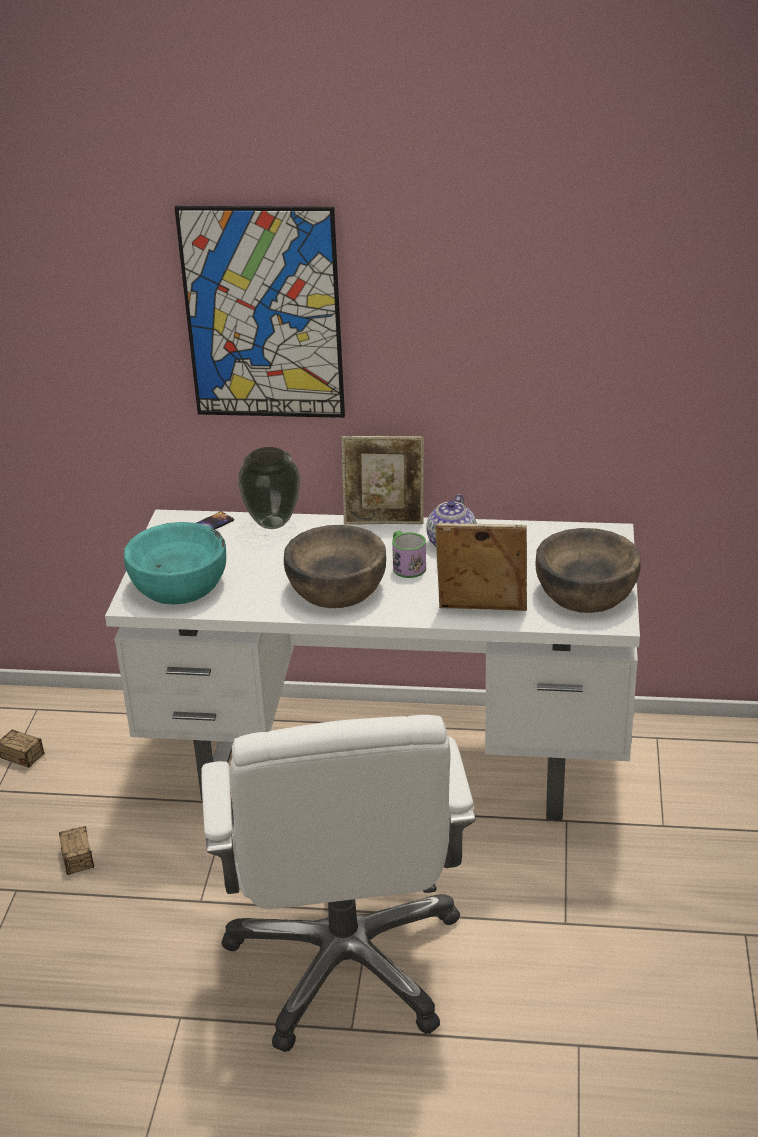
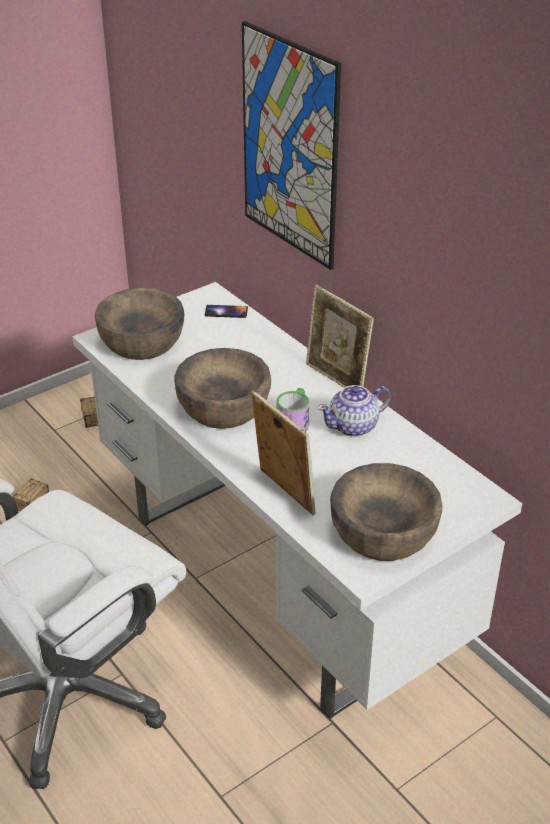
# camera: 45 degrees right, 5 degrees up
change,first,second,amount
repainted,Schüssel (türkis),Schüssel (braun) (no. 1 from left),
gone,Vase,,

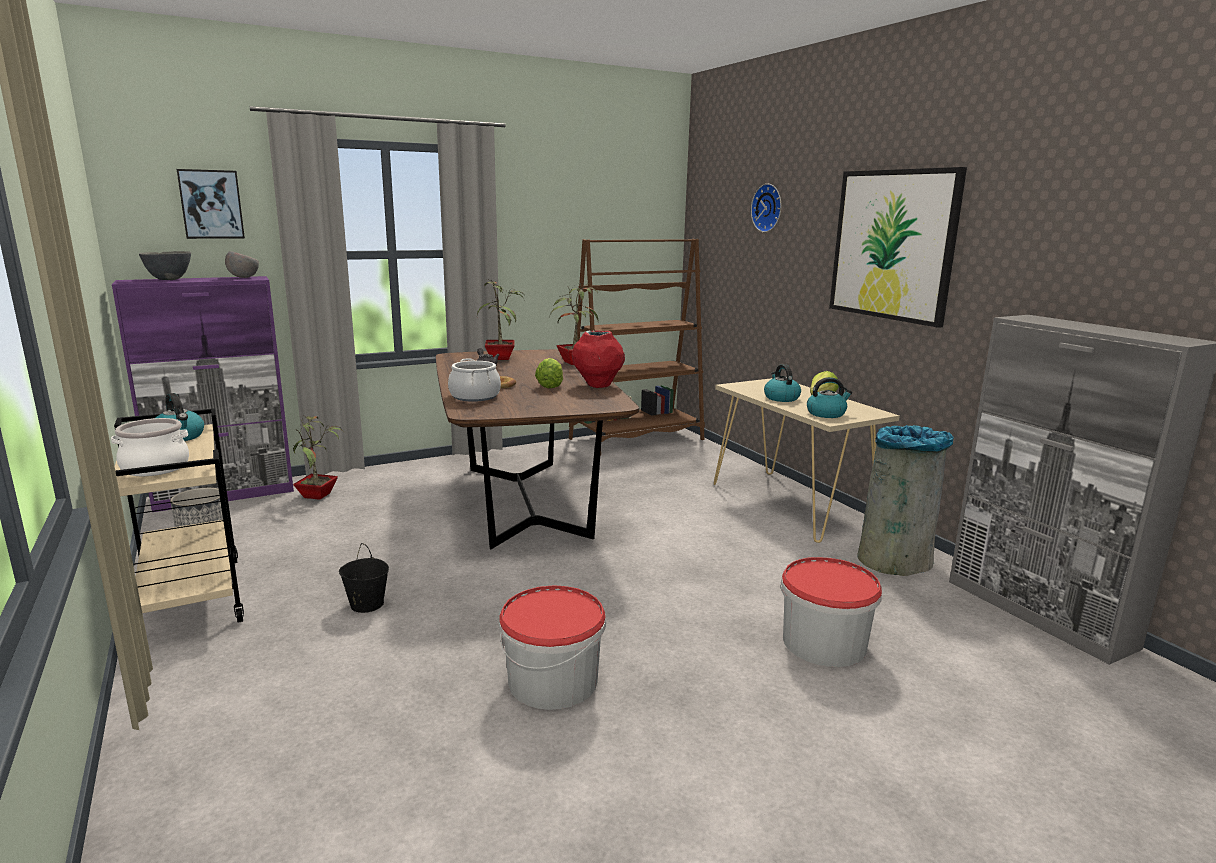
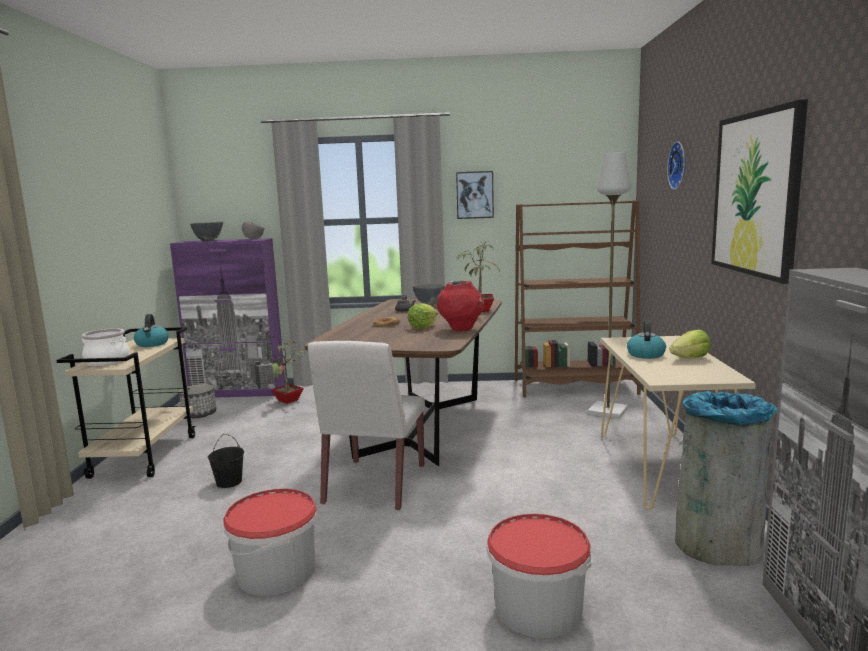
# camera: 30 degrees right, 5 degrees down
change,first,second,amount
new,,Stuhl (weiß),
swapped,Topfpflanze (no. 2 from left),Schüssel (grau) (no. 3 from left),
shifted,Bild (no. 1 from left),,
new,,Stehlampe (grau),
gone,Kochtopf (no. 2 from left),,
gone,Wasserkessel (no. 3 from left),,

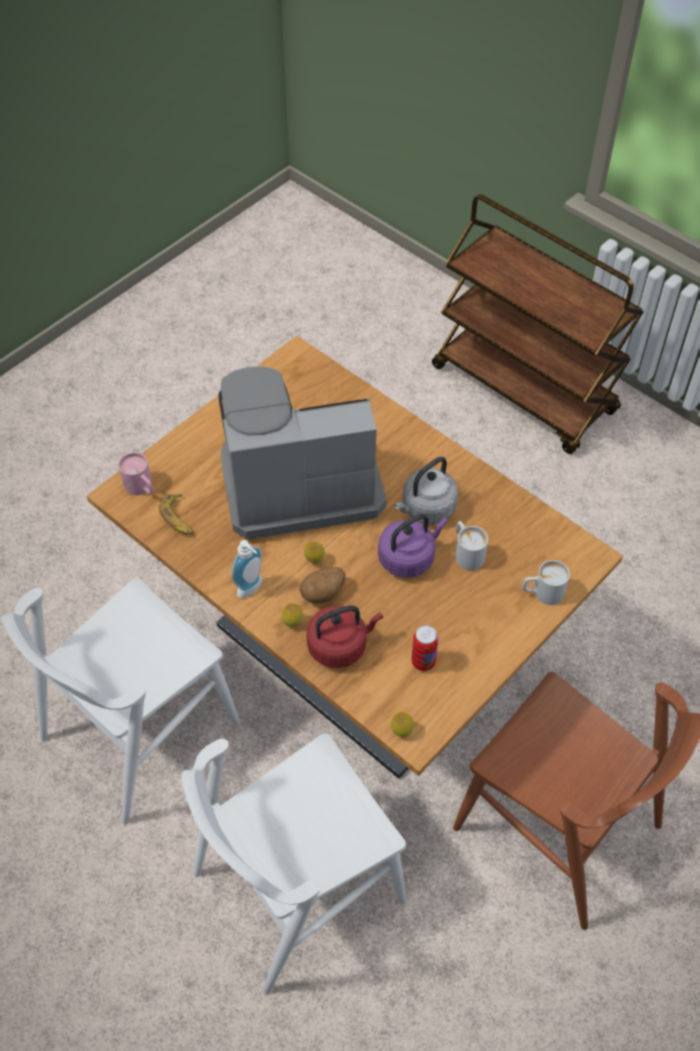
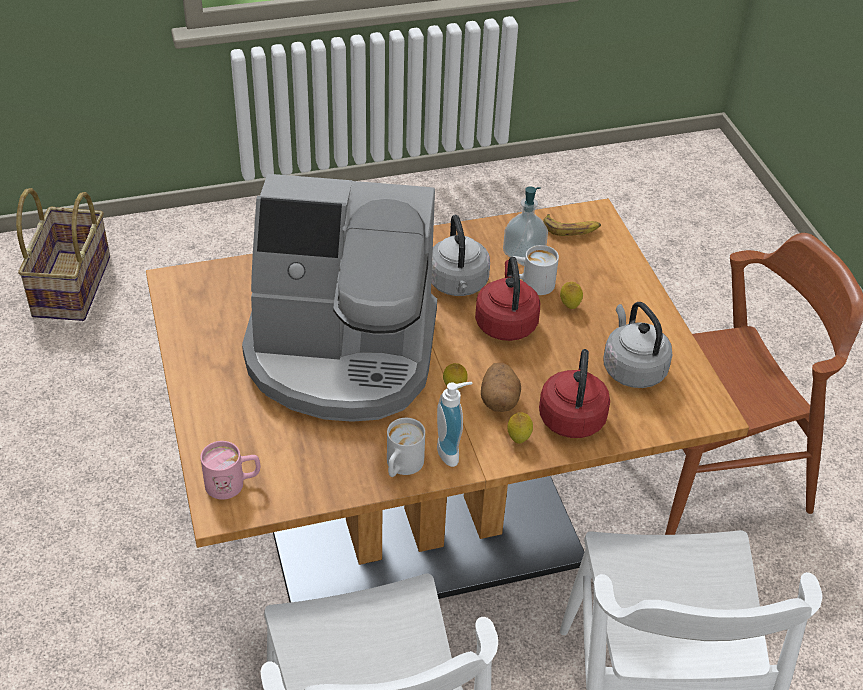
# camera: 60 degrees left, 10 degrees down
change,first,second,amount
new,,Korb,
rotated,Kaffeemaschine,,105 degrees counterclockwise
shifted,Henkelbecher (weiß) (no. 2 from left in the first image),Henkelbecher (weiß) (no. 1 from left),
repainted,Wasserkessel (lila),Wasserkessel (rot) (no. 1 from left),
new,,Seifenspender (no. 2 from left),
shifted,Banane,,
shifted,Zitrone (no. 3 from left),,
swapped,Dose,Wasserkessel (grau) (no. 2 from left),
gone,Rollwagen (braun),,

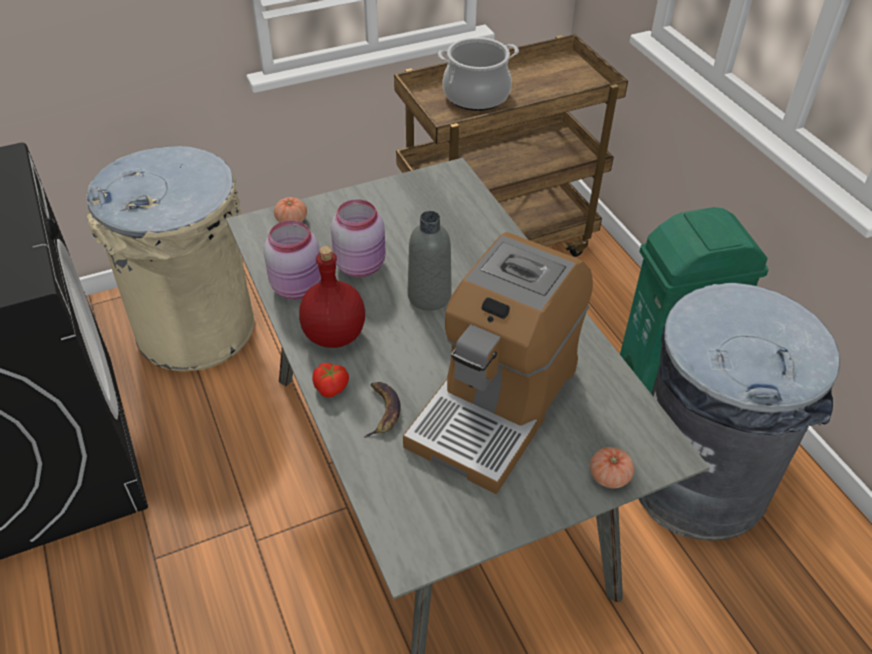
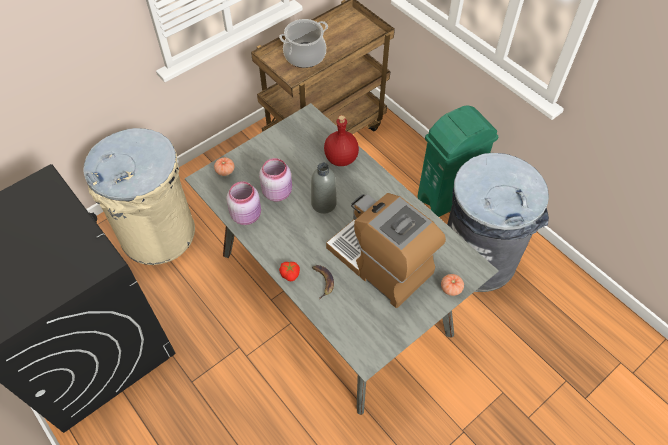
# camera: 15 degrees left, 10 degrees up
change,first,second,amount
shifted,Flasche (rot),,
rotated,Kaffeemaschine,,120 degrees clockwise

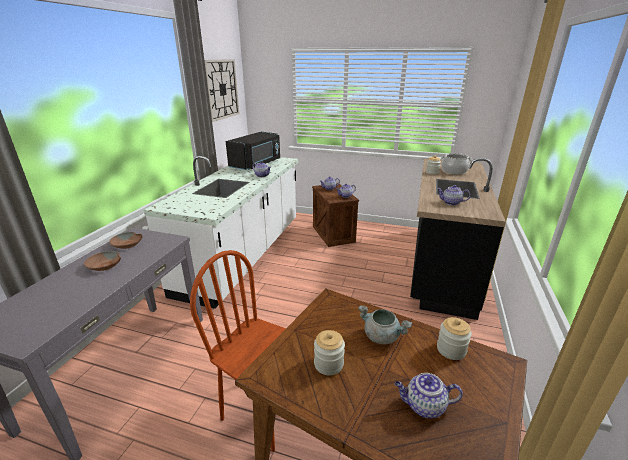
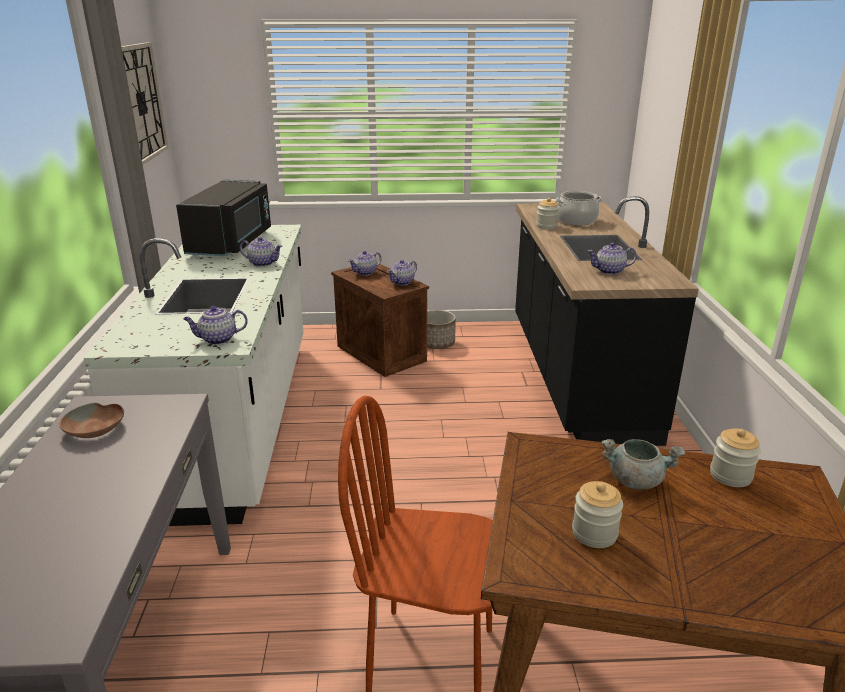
# camera: 20 degrees left, 0 degrees up
change,first,second,amount
shifted,Teekanne (no. 4 from left in the first image),Teekanne (no. 1 from left),
new,,Pflanzkübel,
gone,Schüssel (braun) (no. 1 from left),,

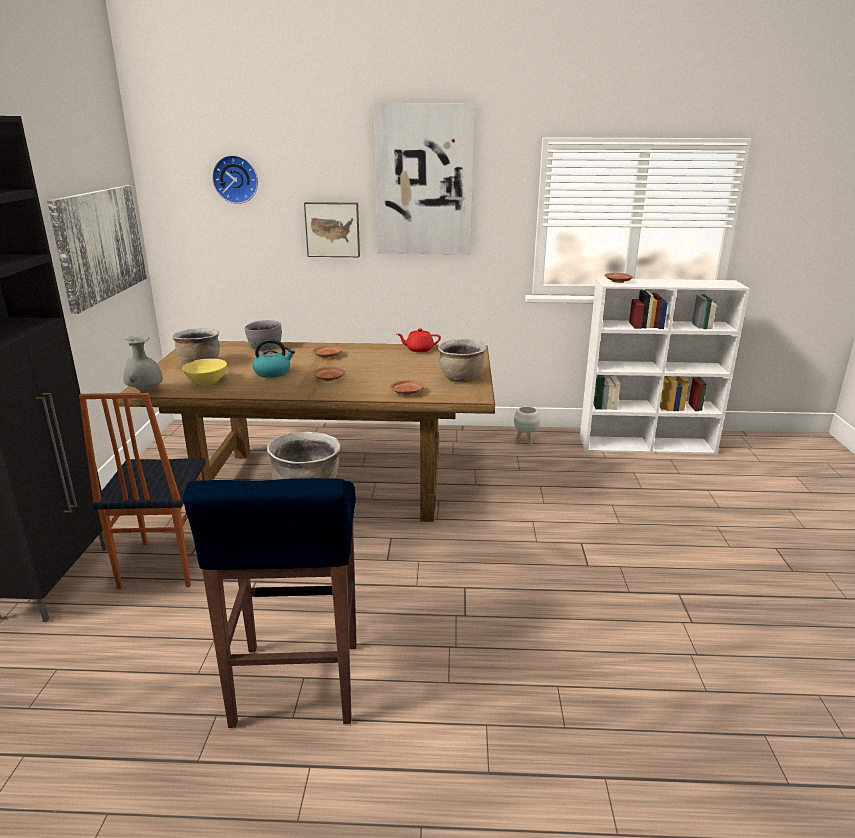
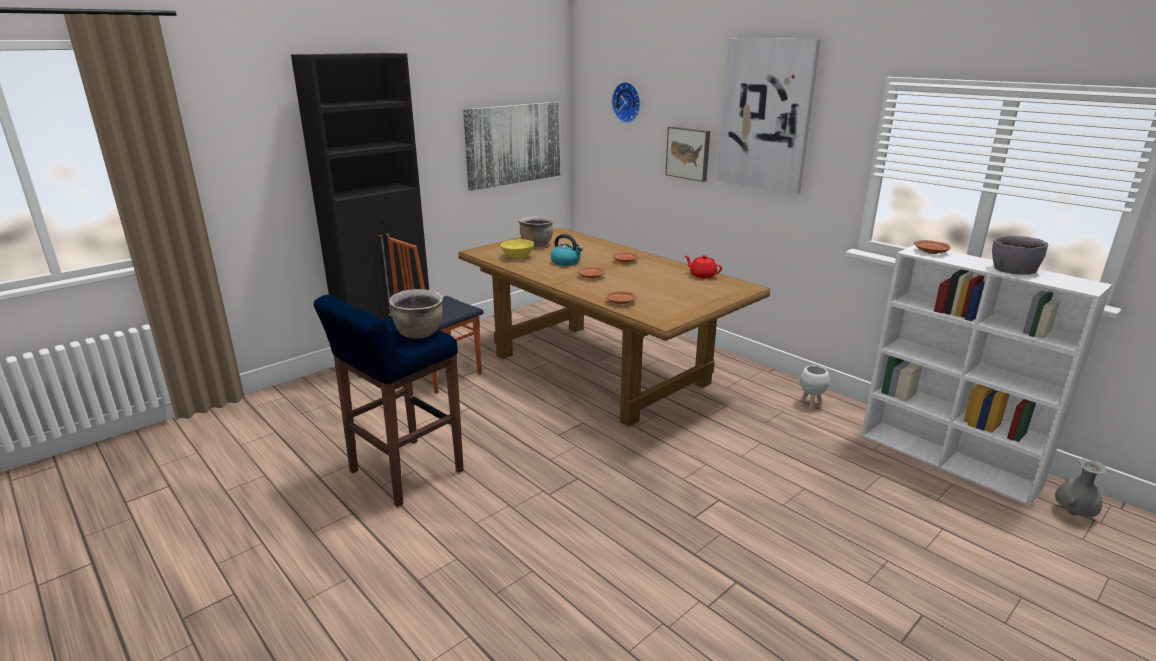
# camera: 45 degrees right, 0 degrees up
change,first,second,amount
shifted,Schüssel (grau),,
shifted,Vase (grau),,
gone,Kochtopf (braun) (no. 3 from left),,

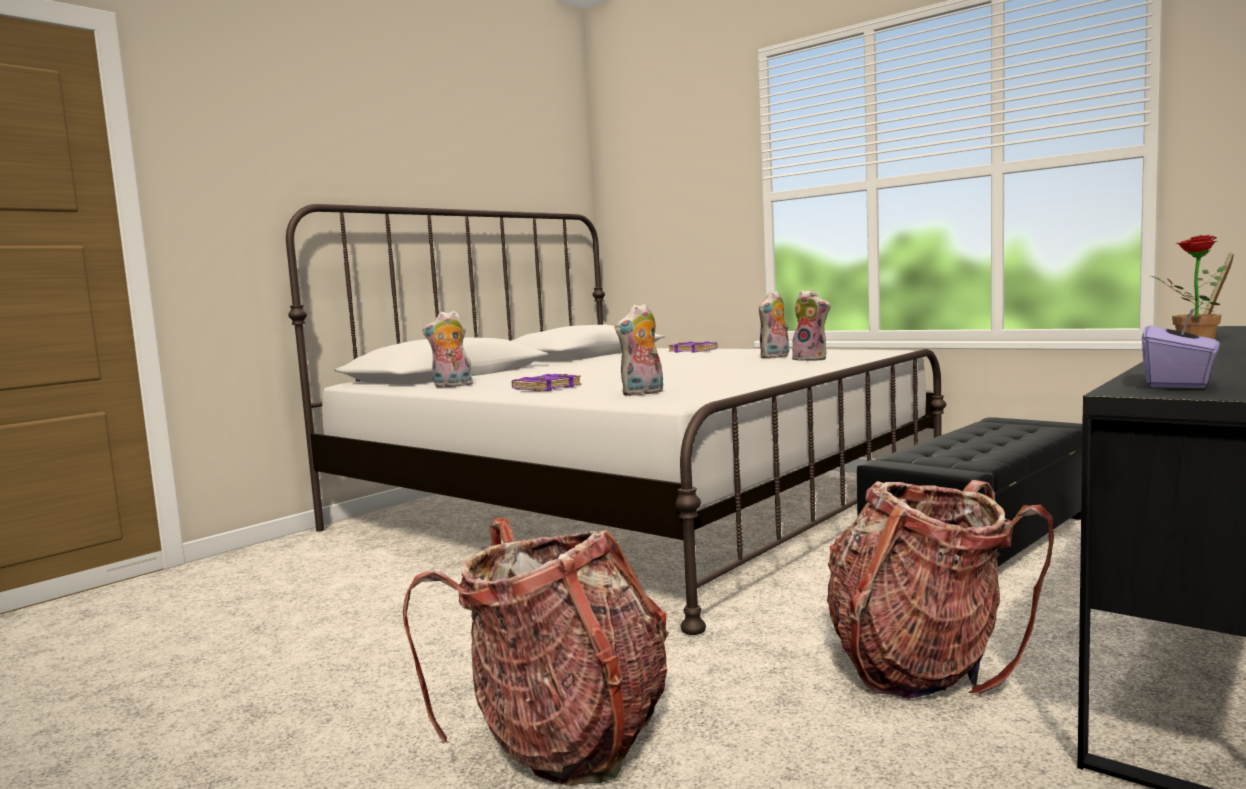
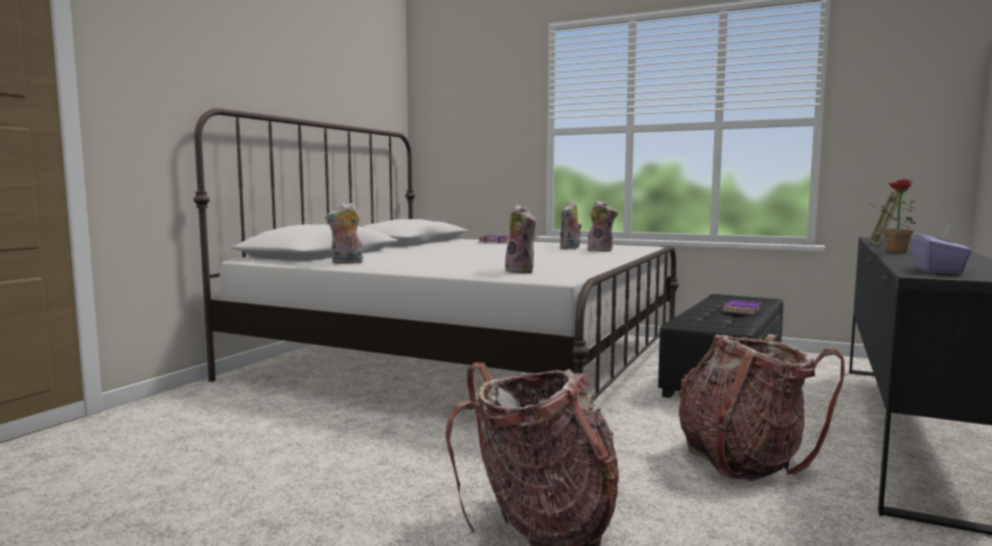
# camera: 15 degrees left, 0 degrees up
change,first,second,amount
rotated,Plüschtier (no. 2 from left),,75 degrees counterclockwise
shifted,Buch (lila) (no. 1 from left in the first image),Buch (lila) (no. 2 from left),

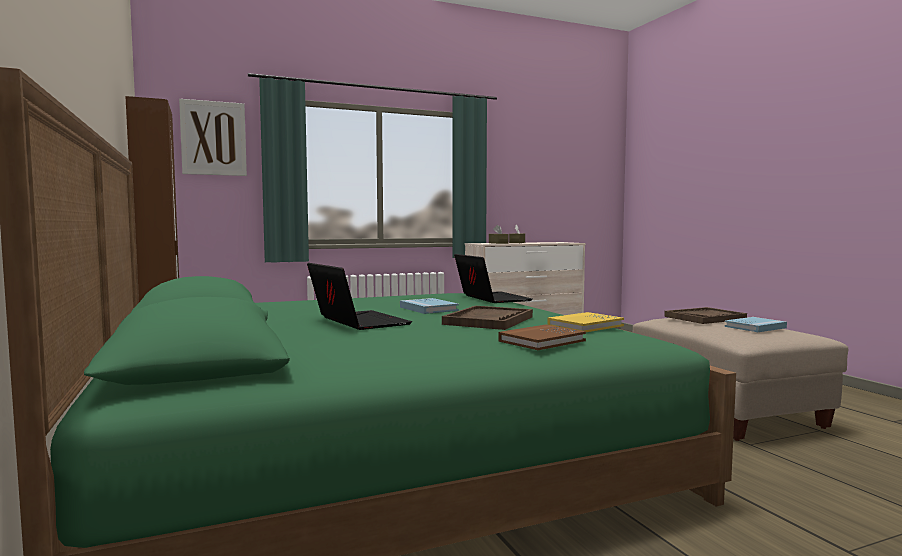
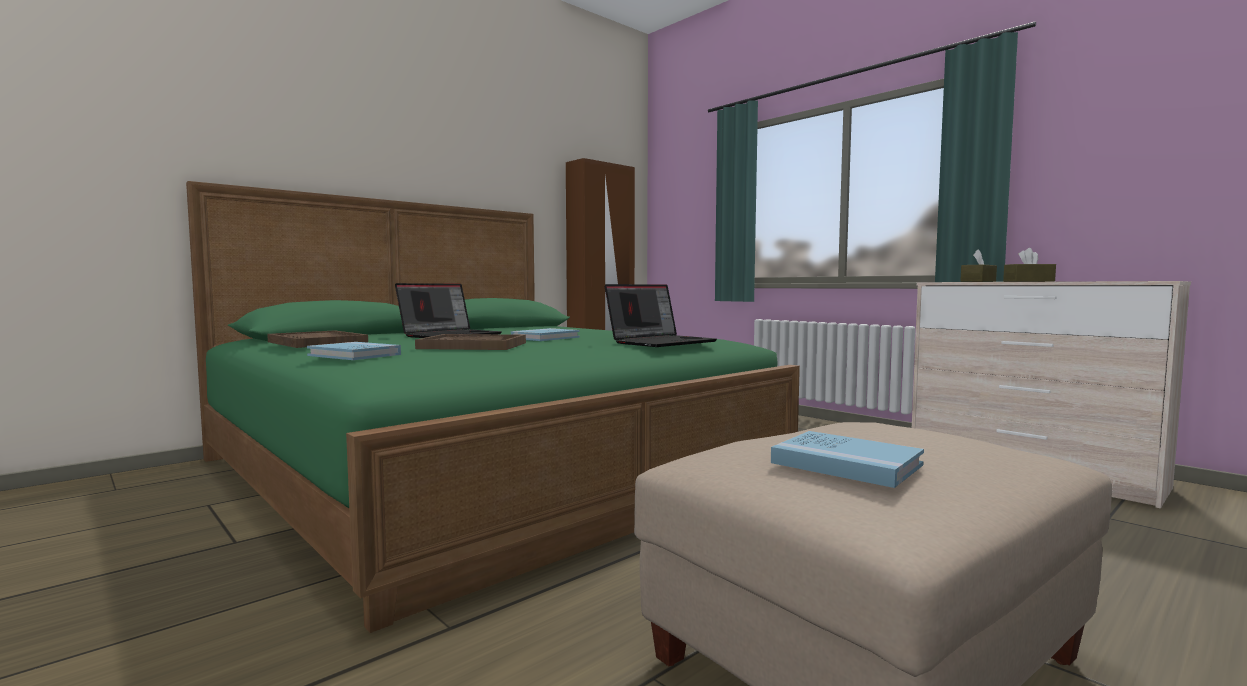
# camera: 70 degrees right, 0 degrees up
change,first,second,amount
shifted,Tablett (braun) (no. 2 from left in the first image),Tablett (braun) (no. 1 from left),
repainted,Buch (braun),Buch (blau) (no. 1 from left),
gone,Bild,,
gone,Buch (gelb),,

